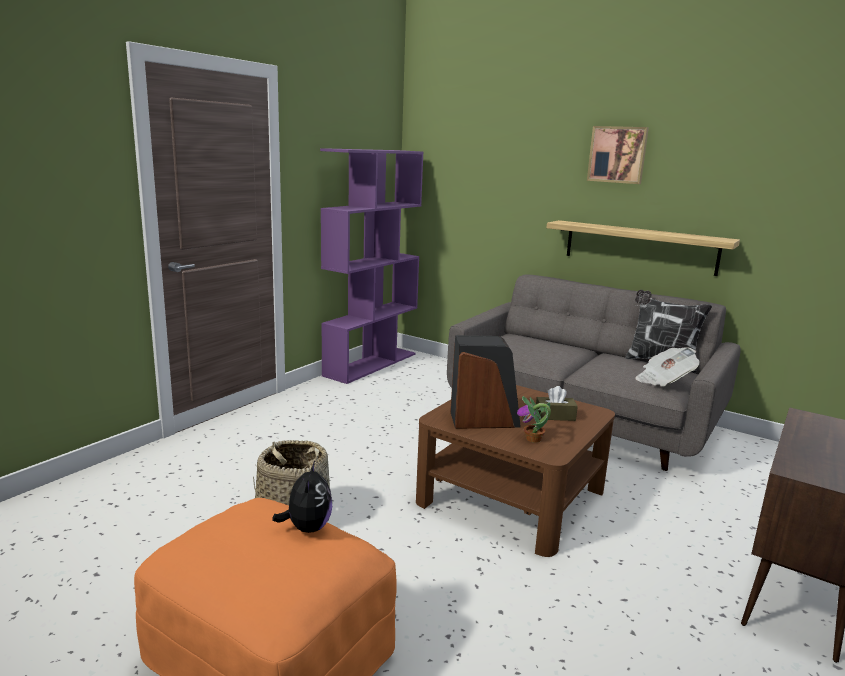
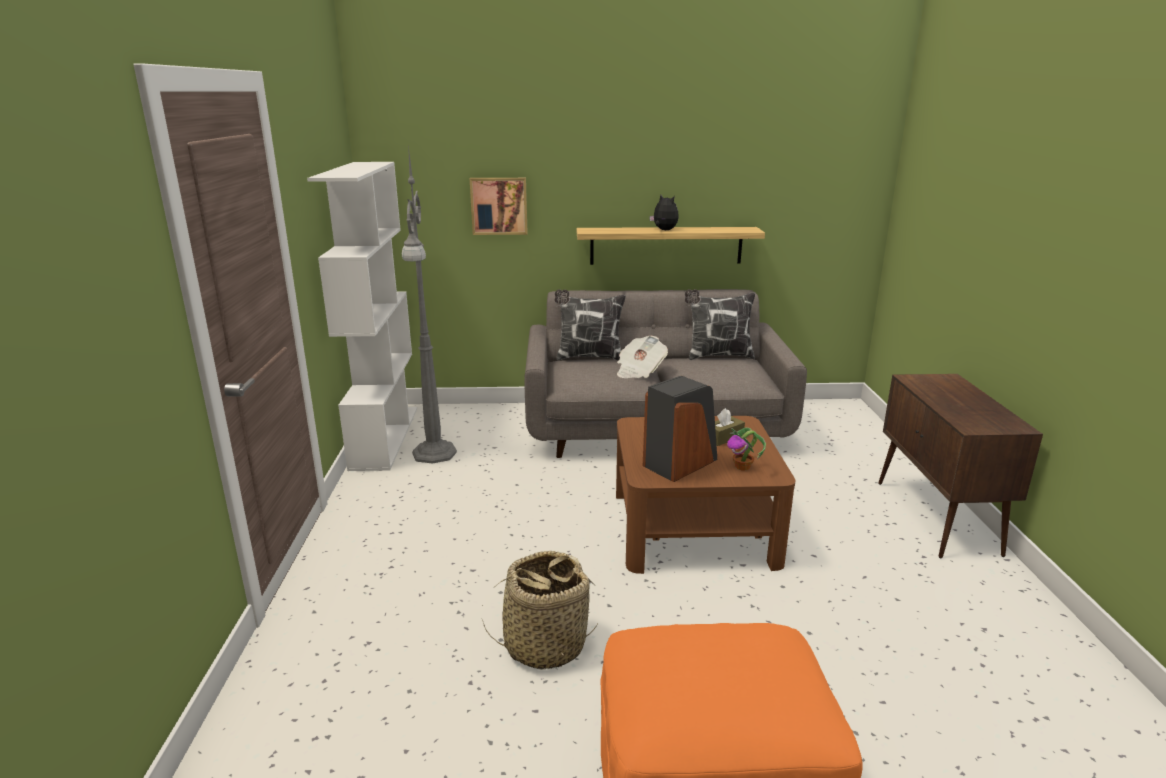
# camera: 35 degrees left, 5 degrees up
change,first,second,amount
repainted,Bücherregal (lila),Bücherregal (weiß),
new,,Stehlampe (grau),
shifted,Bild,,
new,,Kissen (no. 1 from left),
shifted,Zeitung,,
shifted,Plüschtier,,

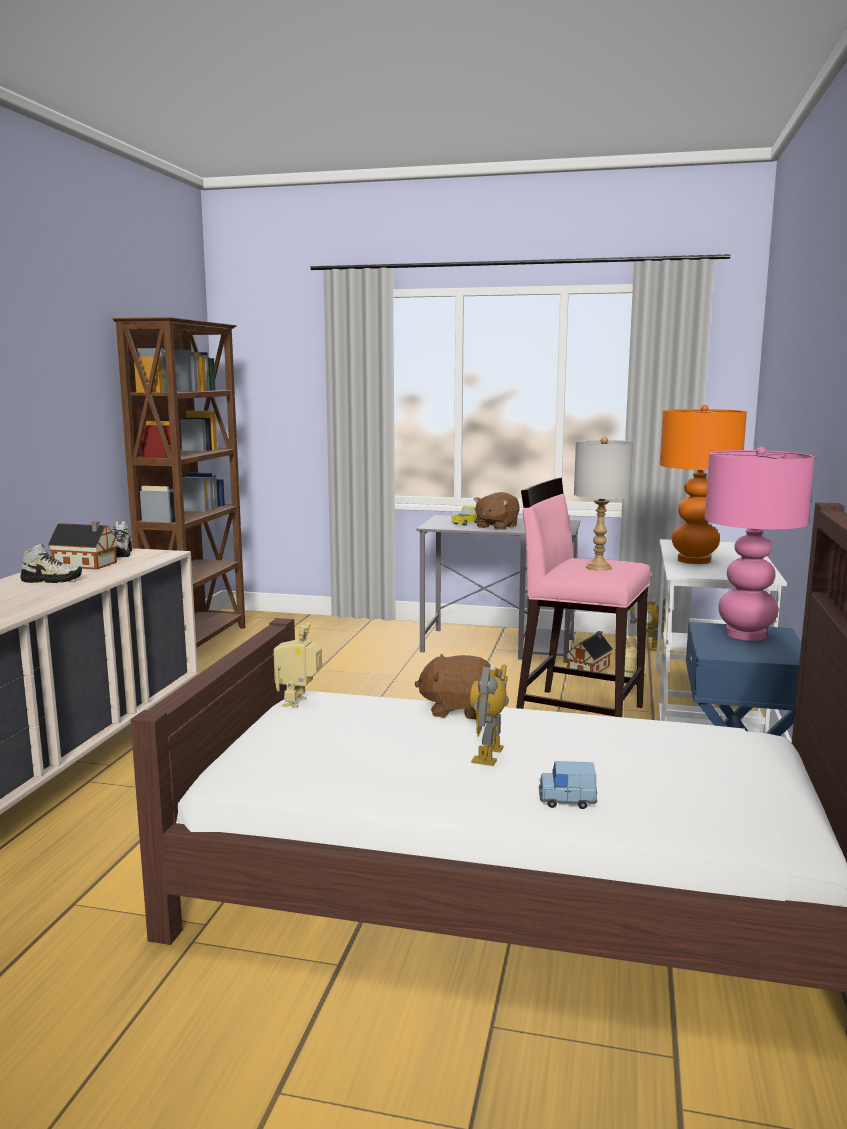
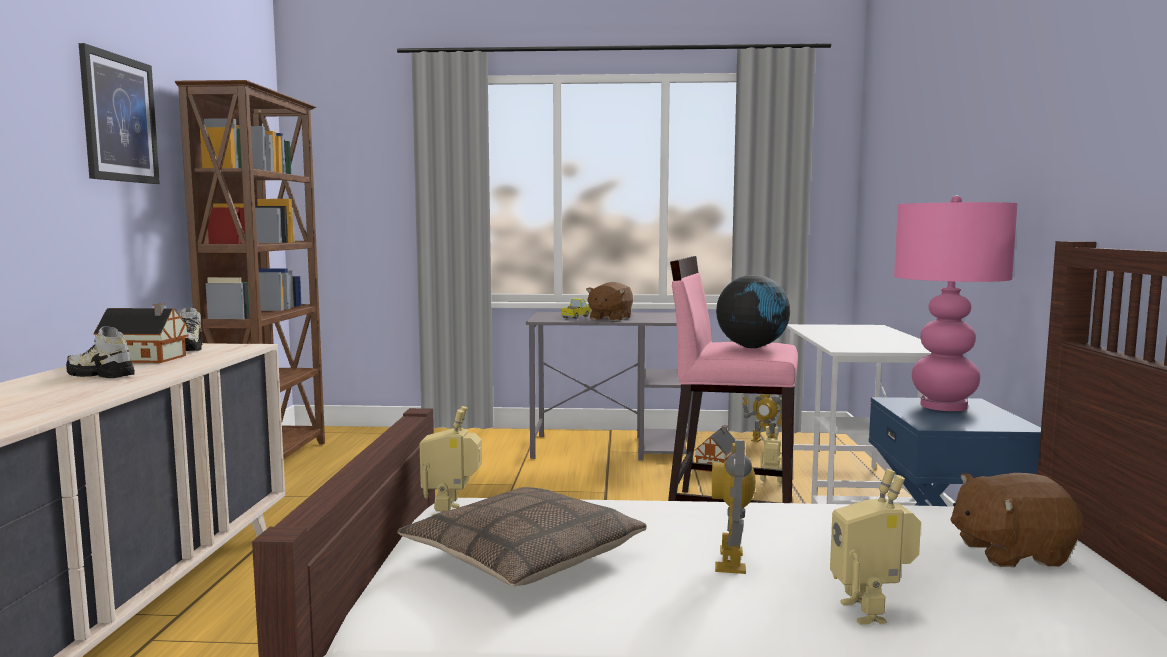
# camera: 10 degrees left, 5 degrees down
change,first,second,amount
rotated,Schuh (no. 1 from left),,150 degrees counterclockwise
new,,Bild,
new,,Kissen,
swapped,Tischlampe (grau),Globus,
swapped,Spielzeugauto (blau),Spielzeugroboter (no. 5 from left),
shifted,Plüschtier (braun) (no. 1 from left in the first image),Plüschtier (braun) (no. 2 from left),
gone,Tischlampe (orange),,

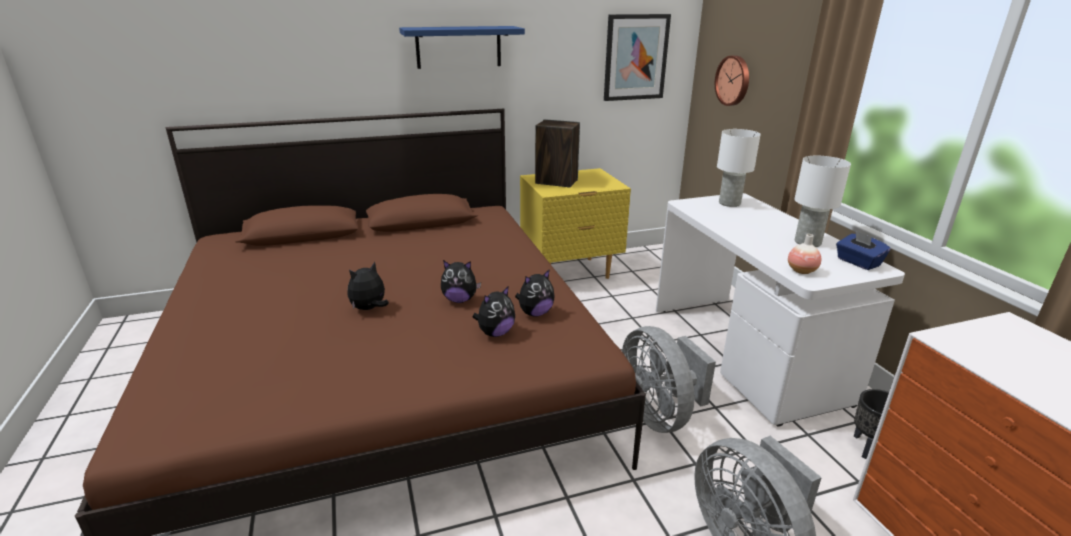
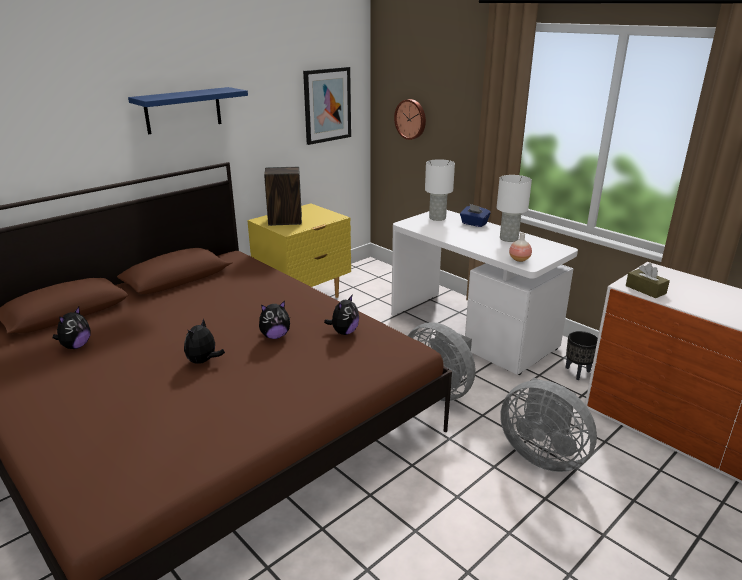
# camera: 25 degrees left, 0 degrees up
change,first,second,amount
shifted,Plüschtier (no. 3 from left in the first image),Plüschtier (no. 1 from left),
shifted,Taschentuchbox (blau),,
new,,Taschentuchbox (braun),

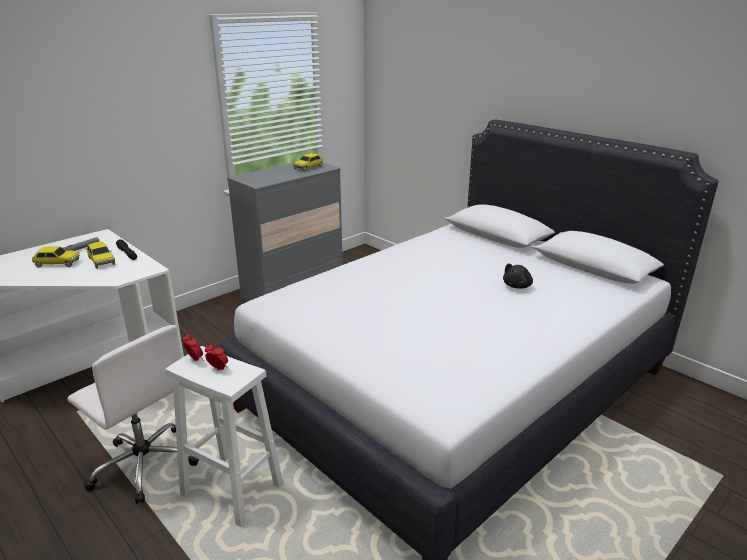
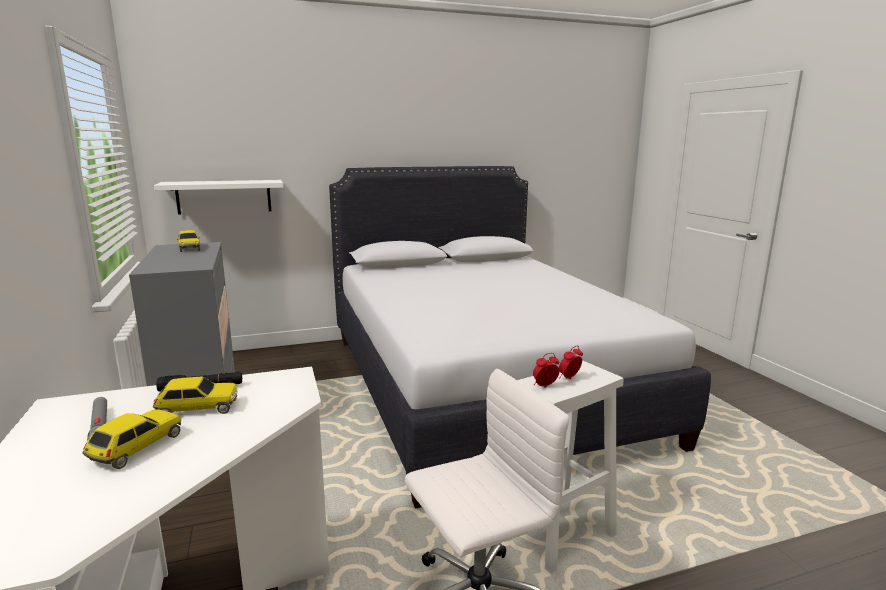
# camera: 65 degrees left, 10 degrees down
change,first,second,amount
new,,Wandregal (weiß),
gone,Plüschtier (schwarz),,

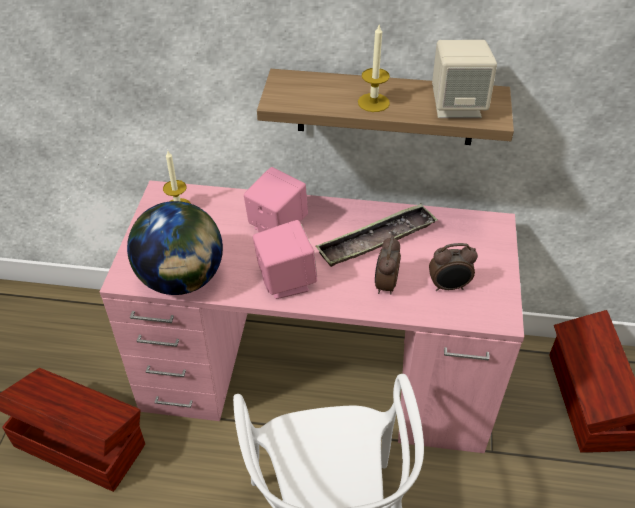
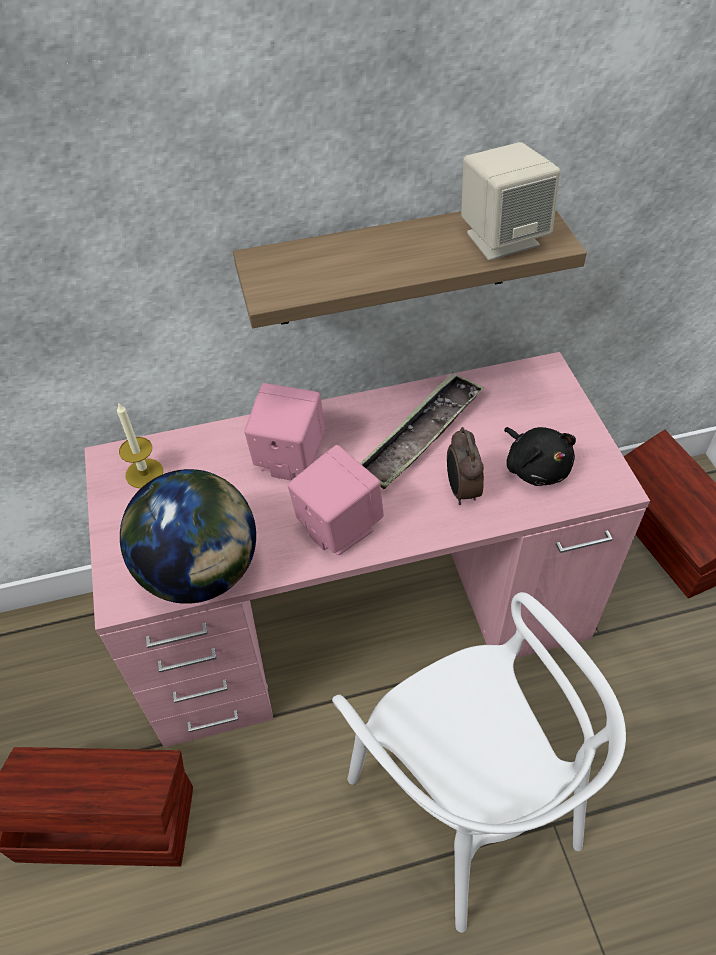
# camera: 20 degrees left, 5 degrees up
change,first,second,amount
swapped,Wecker (no. 2 from left),Plüschtier (schwarz),
gone,Kerze (no. 2 from left),,

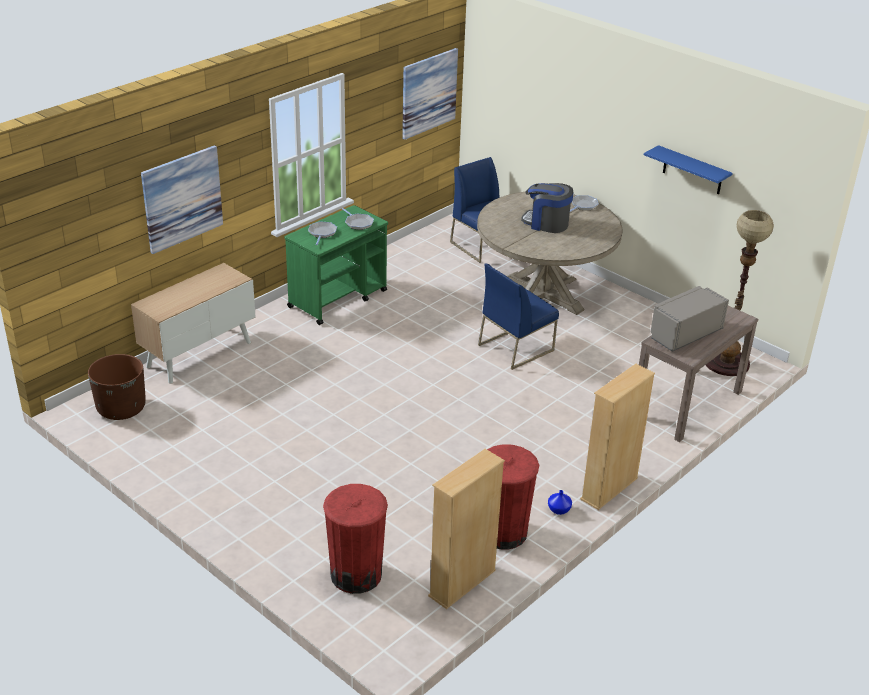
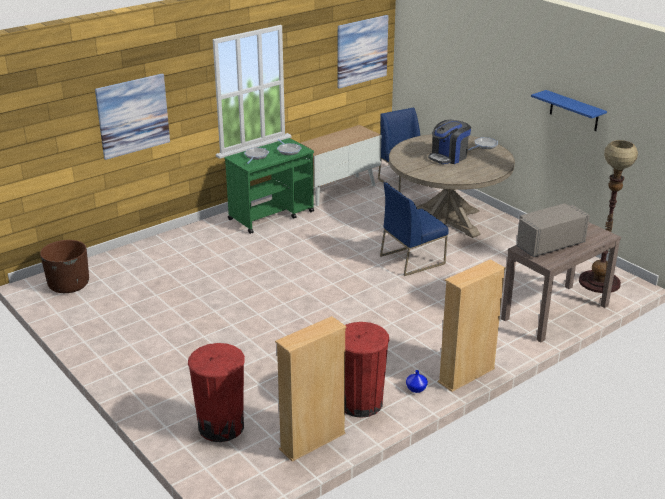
# camera: 10 degrees right, 5 degrees down
change,first,second,amount
shifted,Schrank,,
rotated,Kaffeemaschine,,75 degrees counterclockwise

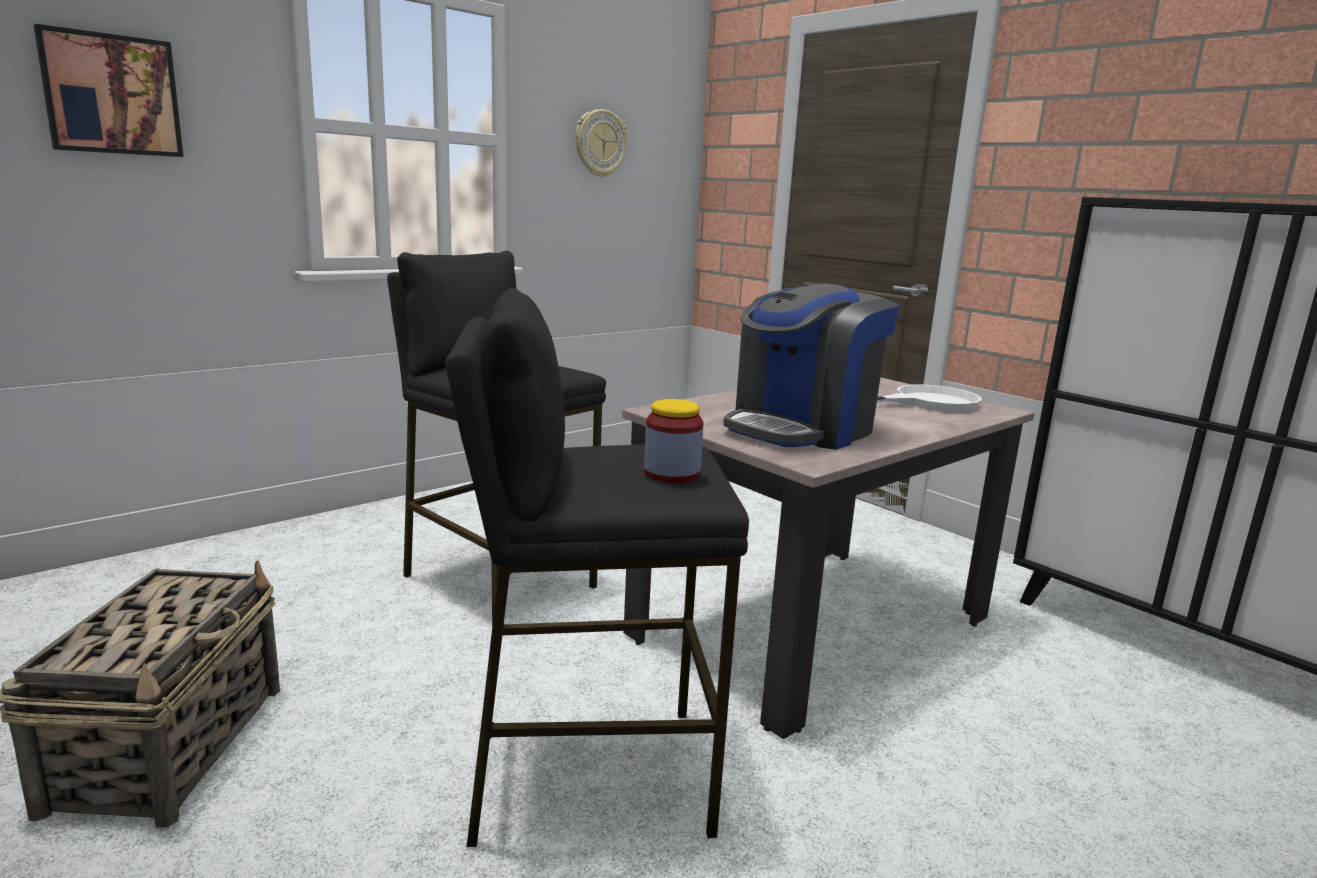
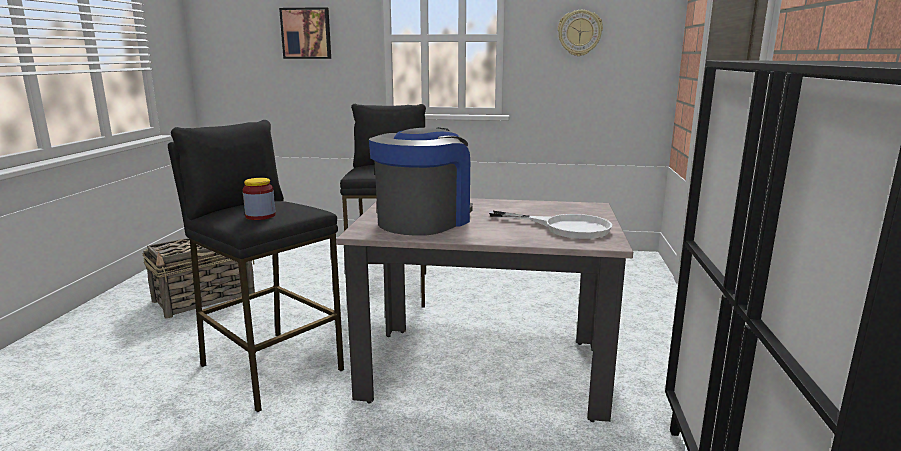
# camera: 50 degrees right, 0 degrees up
change,first,second,amount
rotated,Kaffeemaschine,,120 degrees clockwise

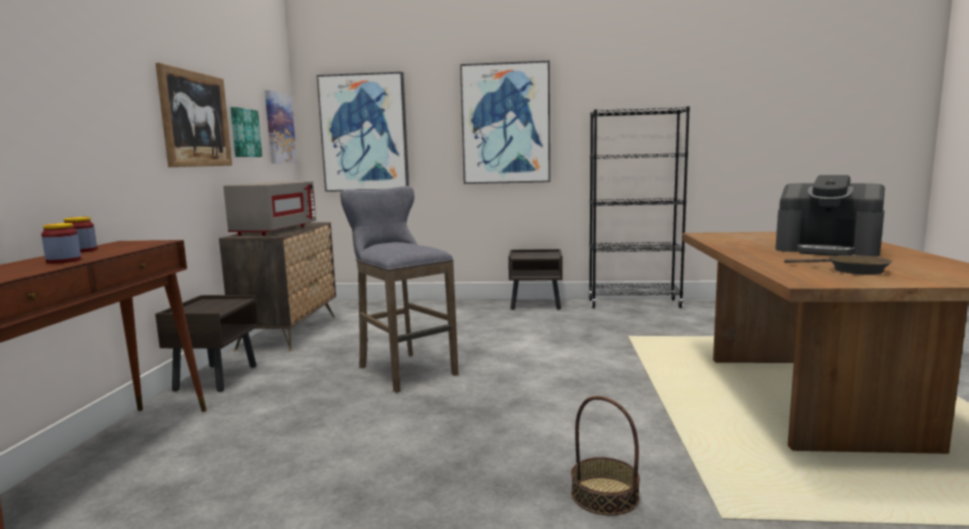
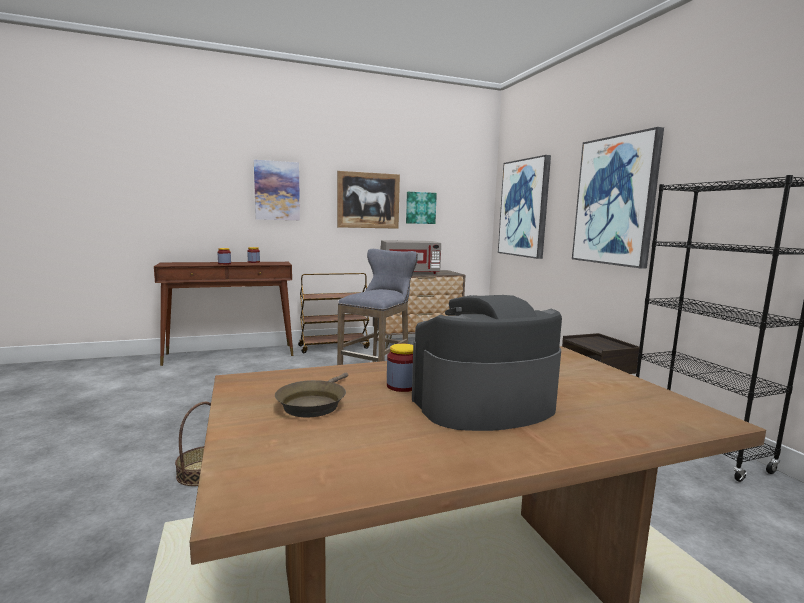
# camera: 65 degrees right, 0 degrees up
change,first,second,amount
shifted,Bild (no. 3 from left in the first image),Bild (no. 1 from left),
swapped,Nachttisch (braun) (no. 1 from left),Rollwagen (braun),
new,,Vorratsglas (no. 3 from left),
rotated,Kaffeemaschine,,60 degrees clockwise

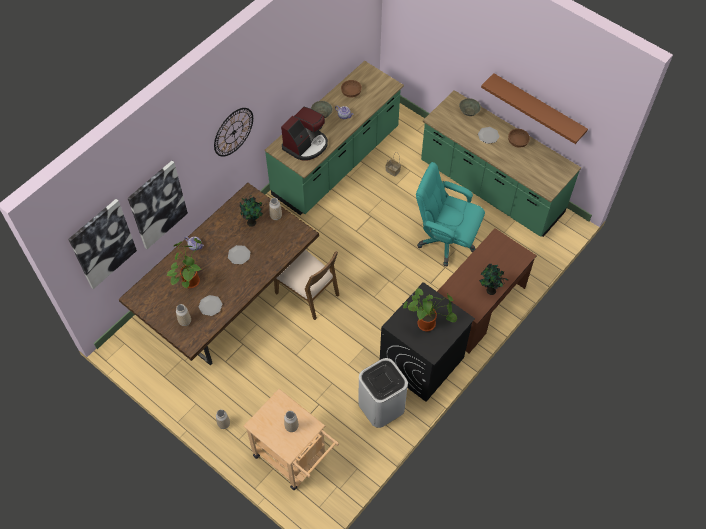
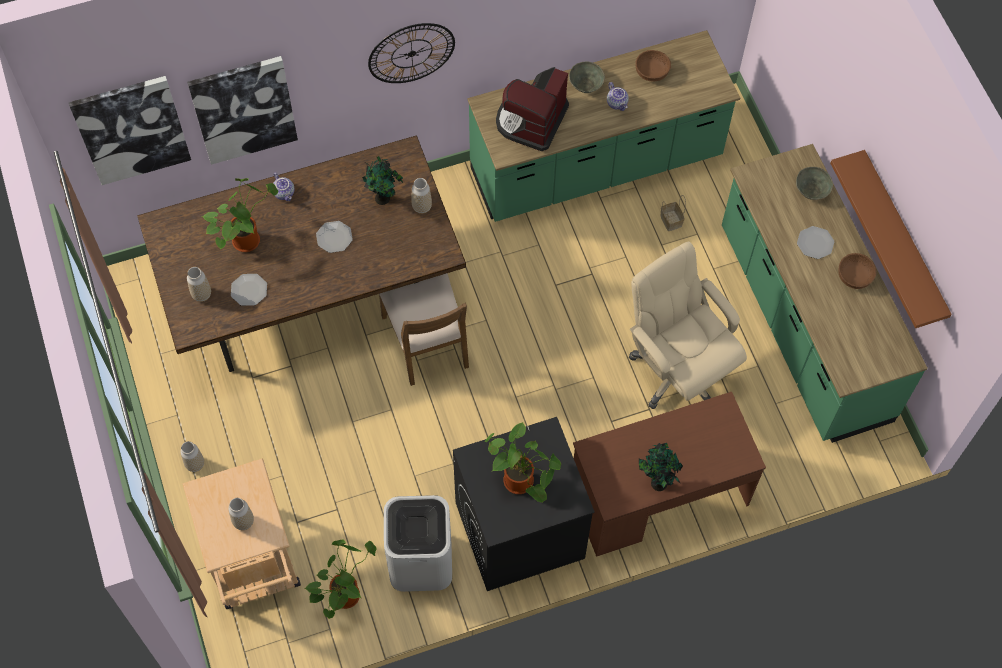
# camera: 30 degrees right, 5 degrees up
change,first,second,amount
new,,Topfpflanze (no. 2 from left),
rotated,Kaffeemaschine,,135 degrees clockwise
repainted,Bürostuhl (türkis),Bürostuhl (beige),

